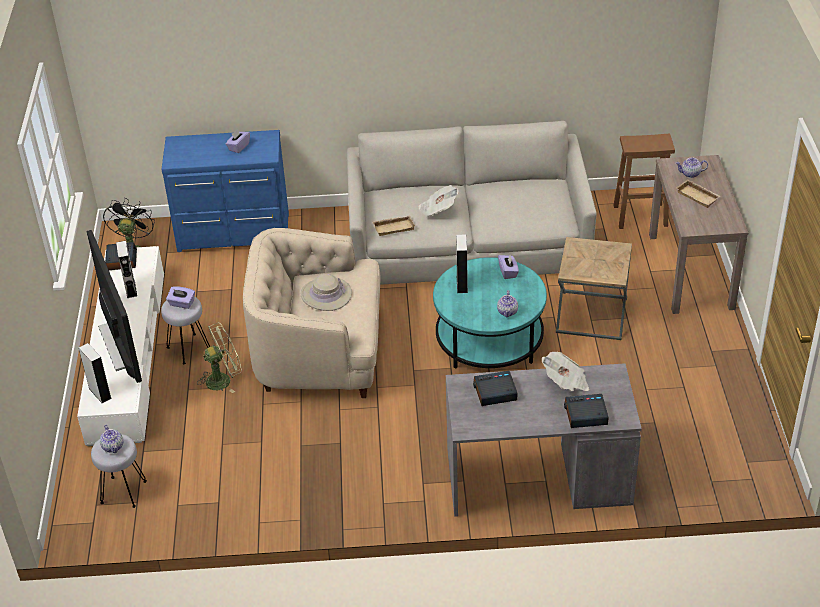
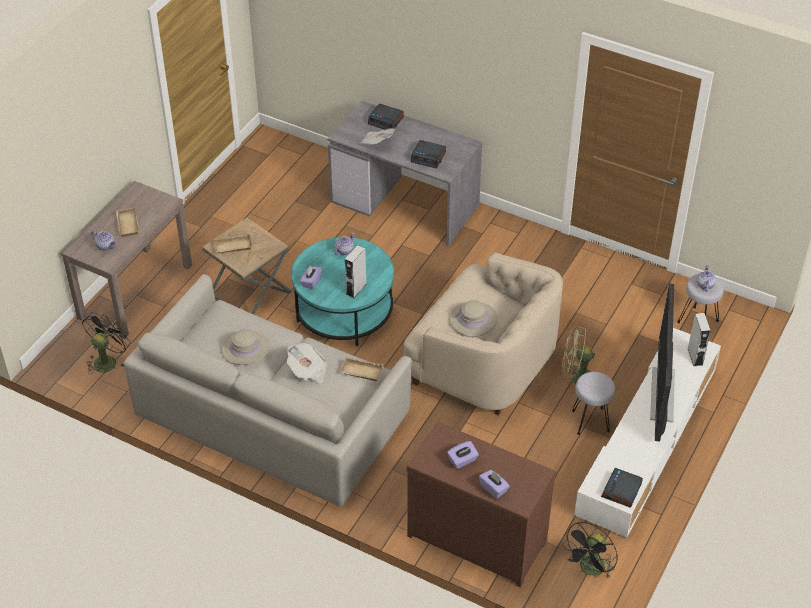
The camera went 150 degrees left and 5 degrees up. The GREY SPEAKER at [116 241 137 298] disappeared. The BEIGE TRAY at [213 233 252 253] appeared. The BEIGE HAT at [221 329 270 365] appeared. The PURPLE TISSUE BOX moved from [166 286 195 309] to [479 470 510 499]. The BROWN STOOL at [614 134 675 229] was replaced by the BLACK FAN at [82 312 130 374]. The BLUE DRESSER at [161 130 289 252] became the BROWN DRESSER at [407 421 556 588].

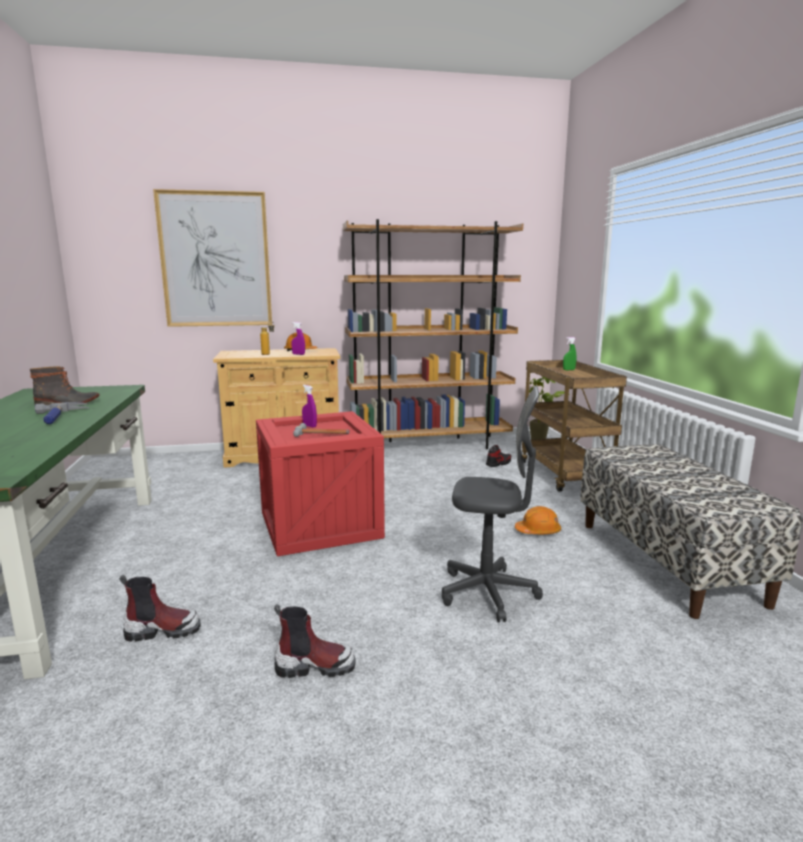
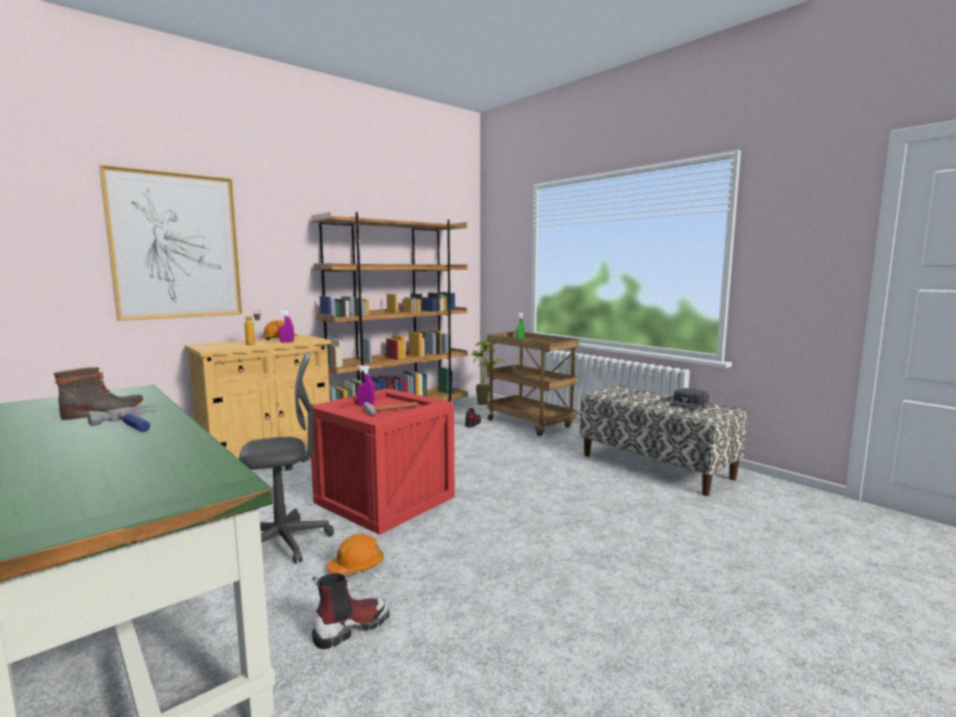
The camera went 30 degrees left and 5 degrees down. The BOOT at [274 604 356 678] disappeared. The BLACK CAP at [670 388 709 409] appeared. The GREY OFFICE CHAIR moved from [442 386 543 622] to [239 351 334 564]. The ORANGE HARD HAT moved from [515 506 561 534] to [327 534 384 575].

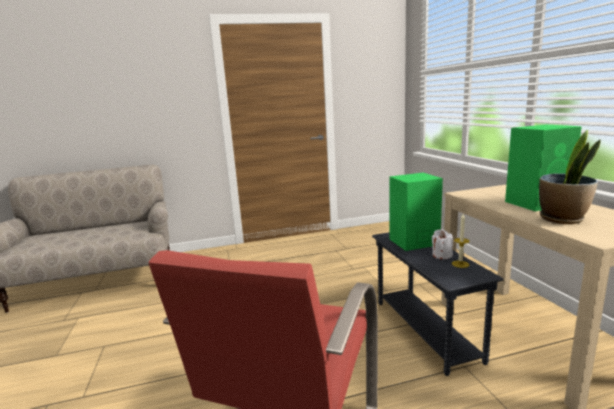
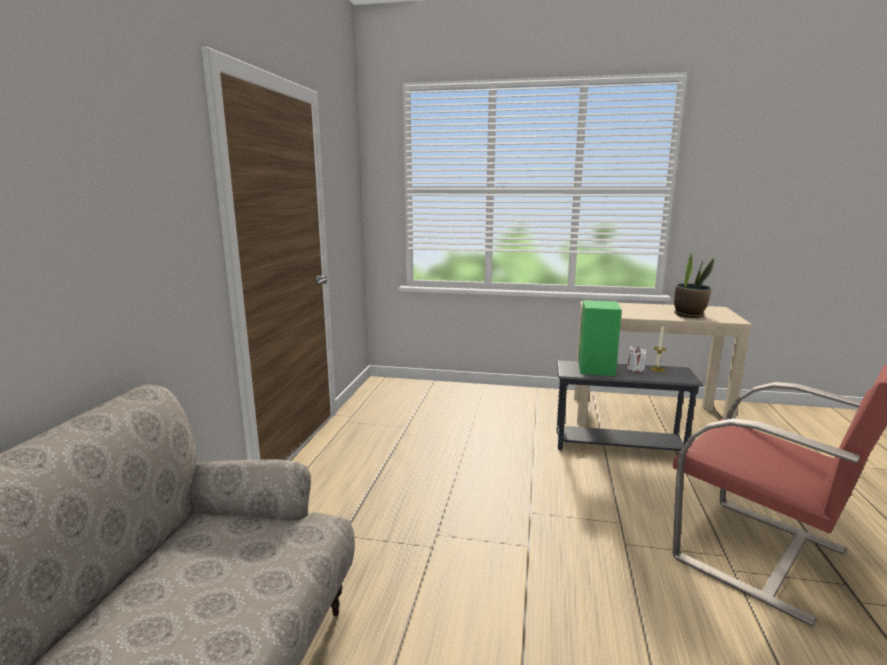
The camera went 65 degrees left and 0 degrees up. The GREEN SPEAKER at [505 124 582 211] disappeared.

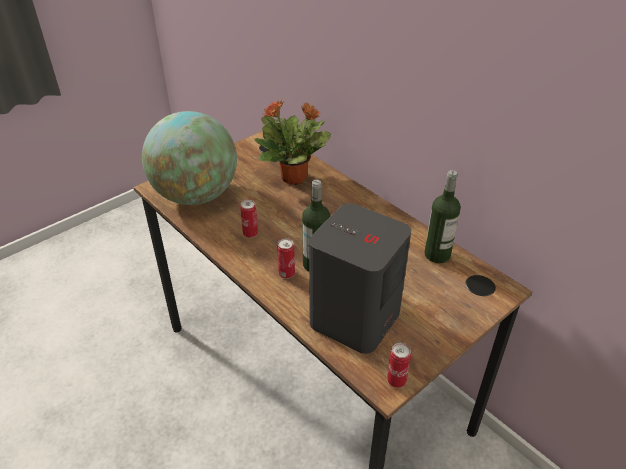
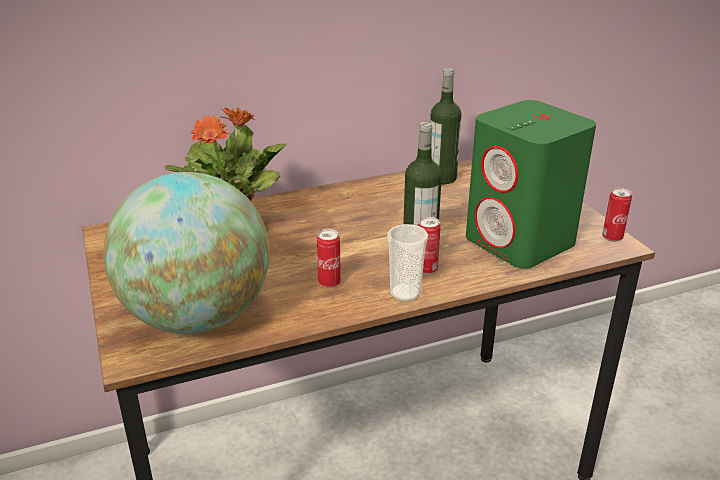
The camera went 70 degrees left and 10 degrees down. The CUP at [387 224 428 302] appeared. The GREY SPEAKER at [309 204 411 354] became the GREEN SPEAKER at [466 100 596 269].

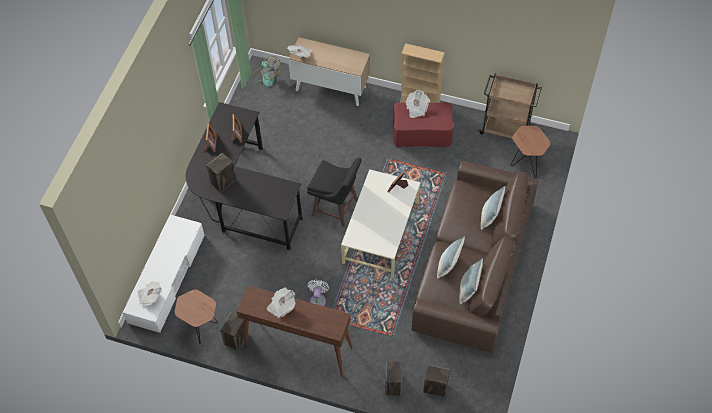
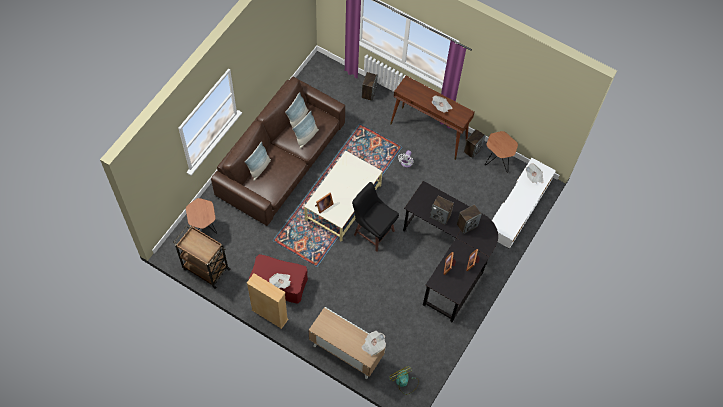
The camera went 170 degrees left and 5 degrees up. The SPEAKER moved from [423 364 450 397] to [430 196 454 225].

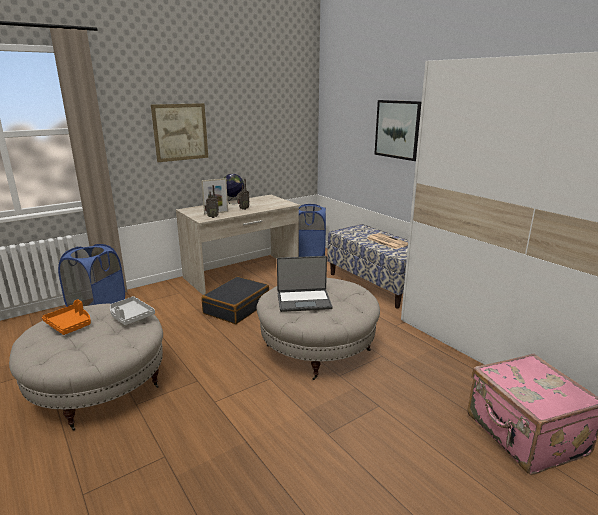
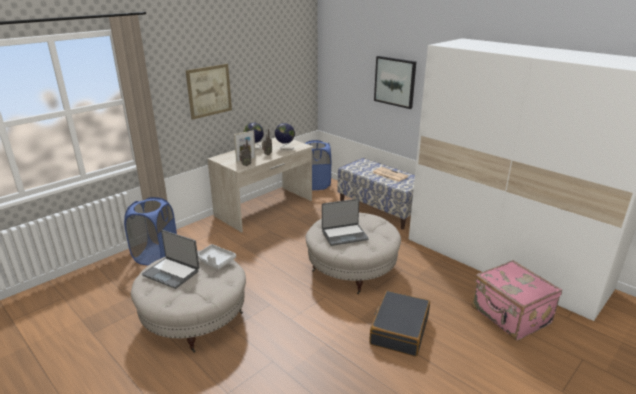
The camera went 10 degrees left and 5 degrees up. The GLOBE at [275 123 295 150] appeared. The BLACK SUITCASE moved from [202 276 269 324] to [369 291 430 357]. The ORANGE TRAY at [42 299 91 335] was replaced by the LAPTOP at [142 230 199 289].

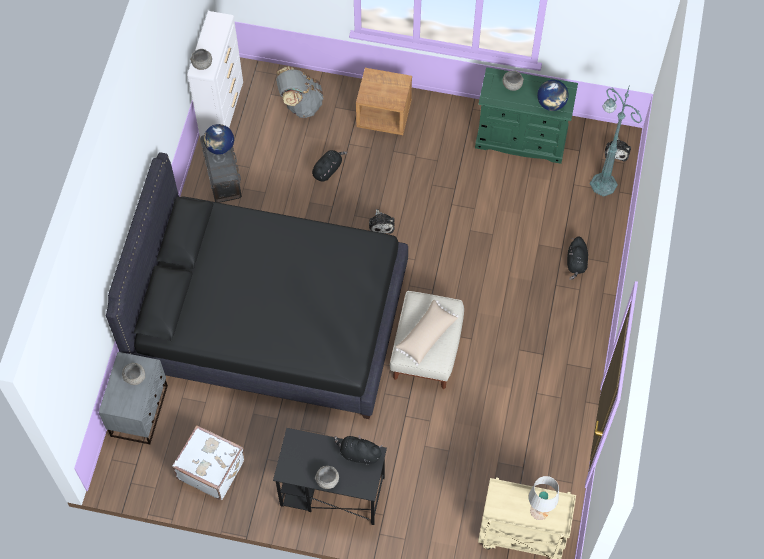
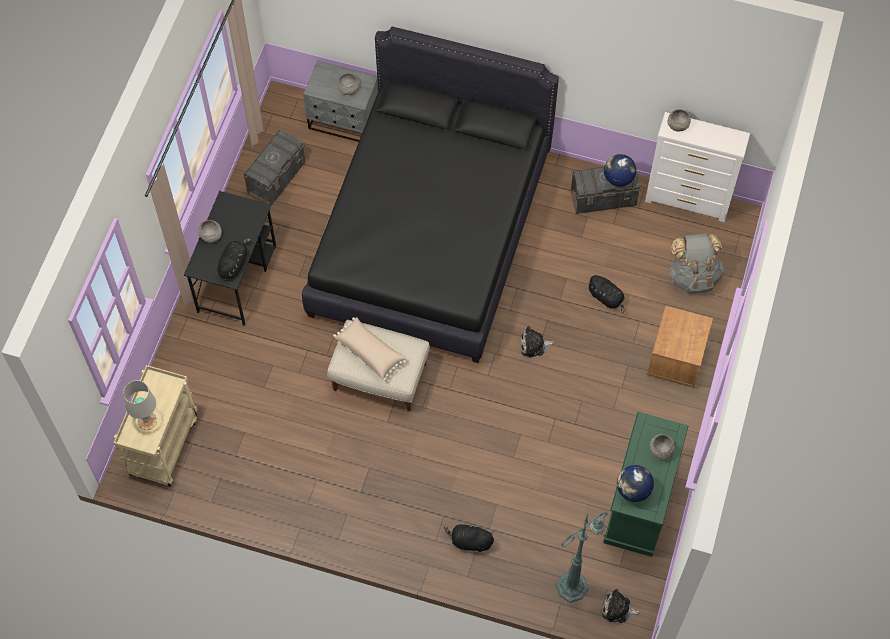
The camera went 95 degrees right and 0 degrees up. The WHITE SUITCASE at [172 425 245 500] was replaced by the GREY STORAGE BOX at [243 130 305 205].

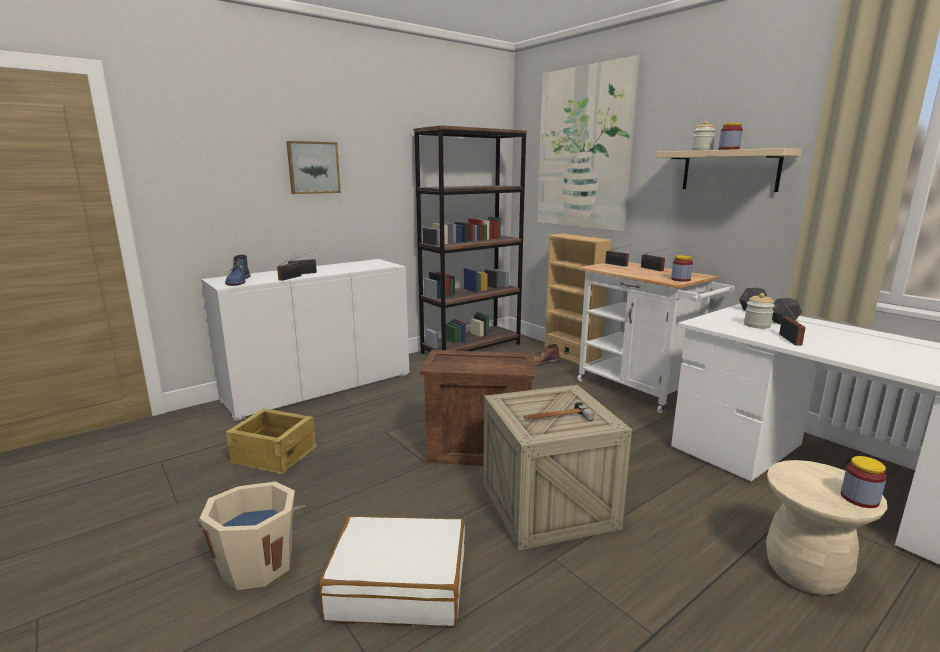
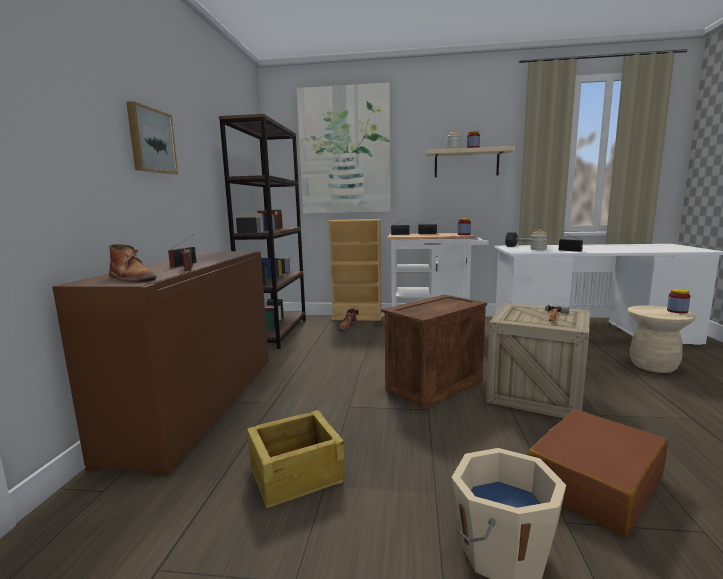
The camera went 45 degrees left and 5 degrees down. The WHITE CABINET at [201 259 409 421] became the BROWN CABINET at [52 251 269 476]. The BLUE BOOT at [225 255 250 286] became the BROWN BOOT at [109 244 157 282]. The WHITE SUITCASE at [319 516 465 626] became the BROWN SUITCASE at [527 409 668 537].

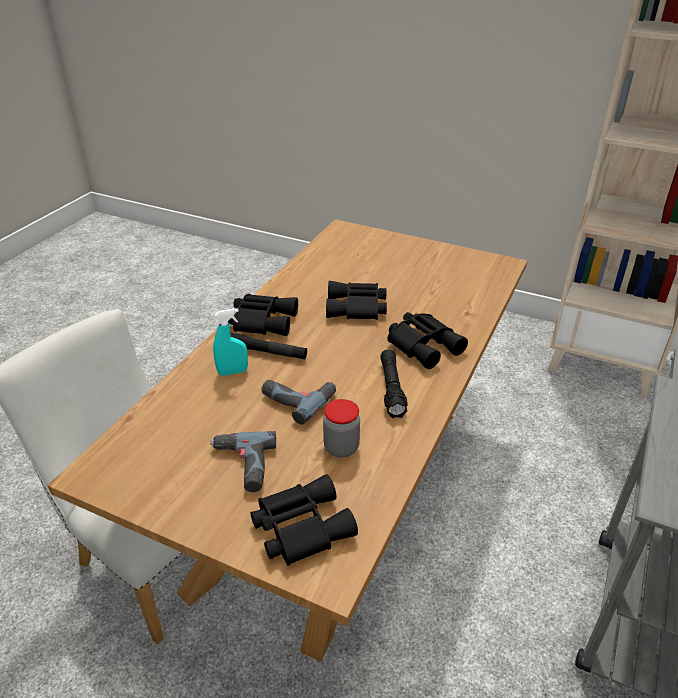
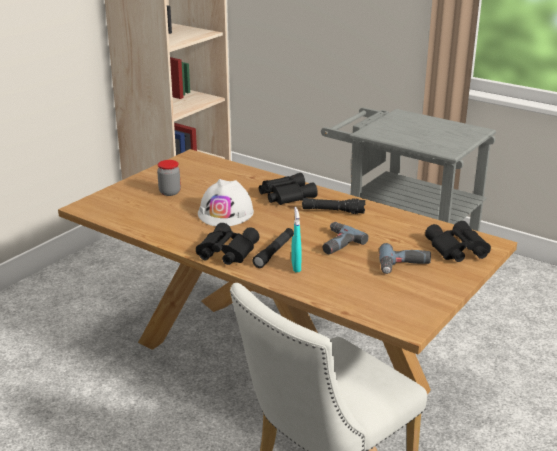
The camera went 80 degrees left and 10 degrees down. The JAR moved from [323 399 360 458] to [157 160 181 196]. The BLACK BINOCULARS at [326 281 387 320] was replaced by the WHITE HARD HAT at [198 179 254 226].

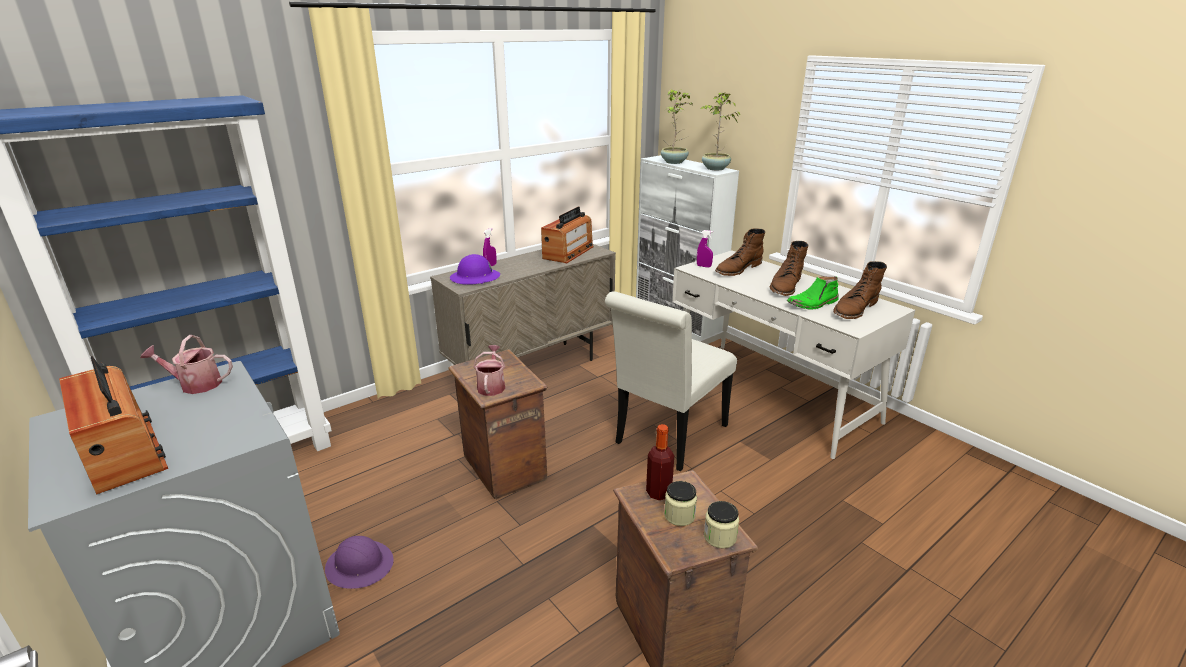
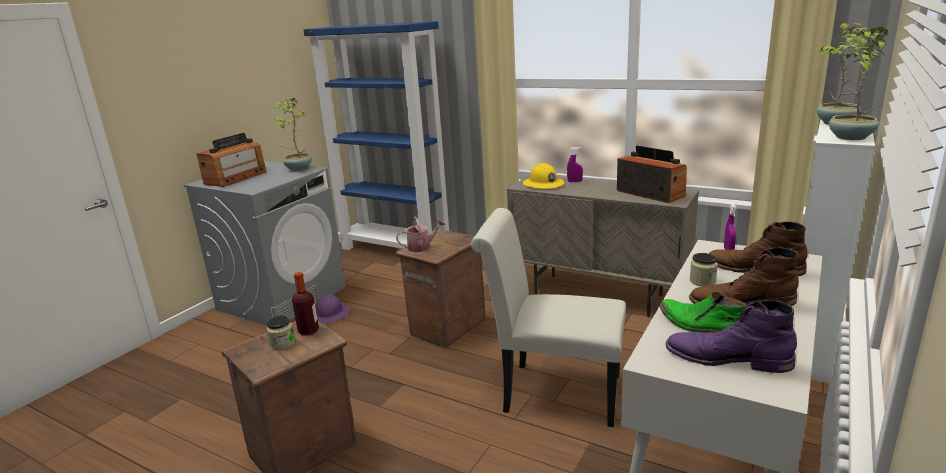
The camera went 70 degrees right and 5 degrees down. The JAR moved from [704 501 739 549] to [690 253 718 286]. The WATERING CAN at [140 335 233 394] was replaced by the POTTED PLANT at [275 98 312 171]. The PURPLE HARD HAT at [450 254 500 285] became the YELLOW HARD HAT at [523 163 564 189]. The BROWN BOOT at [833 261 887 319] became the PURPLE BOOT at [666 300 797 373]. The RADIO at [541 206 594 263] turned 135 degrees counterclockwise.

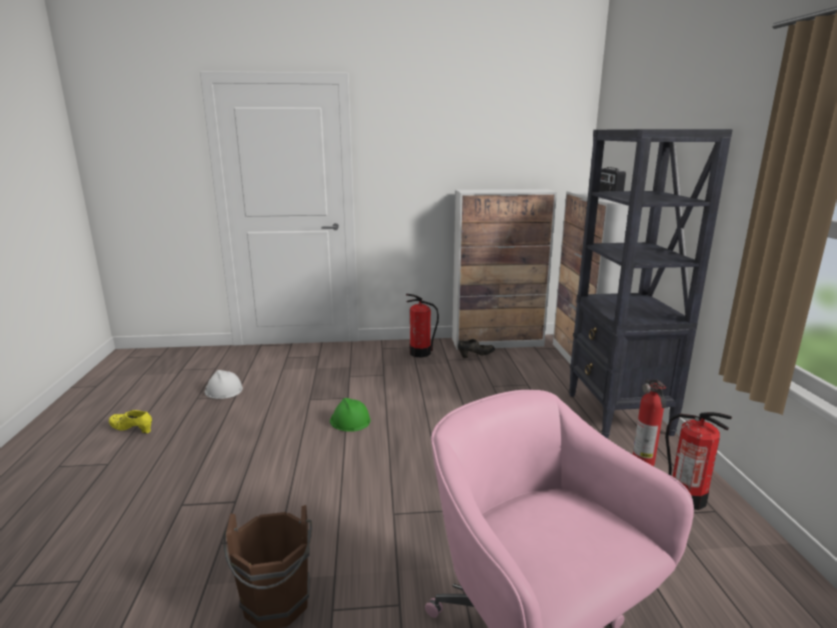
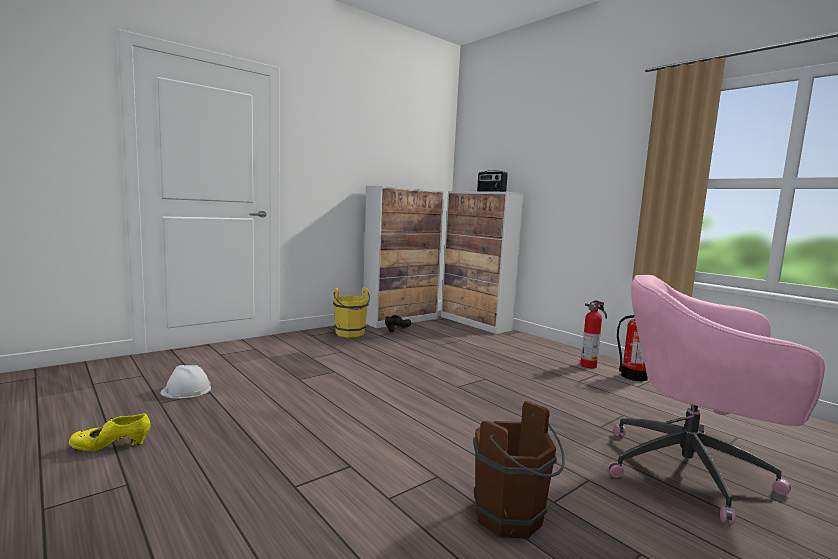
The camera went 35 degrees left and 10 degrees down. The GREEN HARD HAT at [330 398 370 432] disappeared. The BLACK BOOKCASE at [569 129 733 439] disappeared. The FIRE EXTINGUISHER at [406 294 439 358] was replaced by the YELLOW BUCKET at [333 287 370 338].

